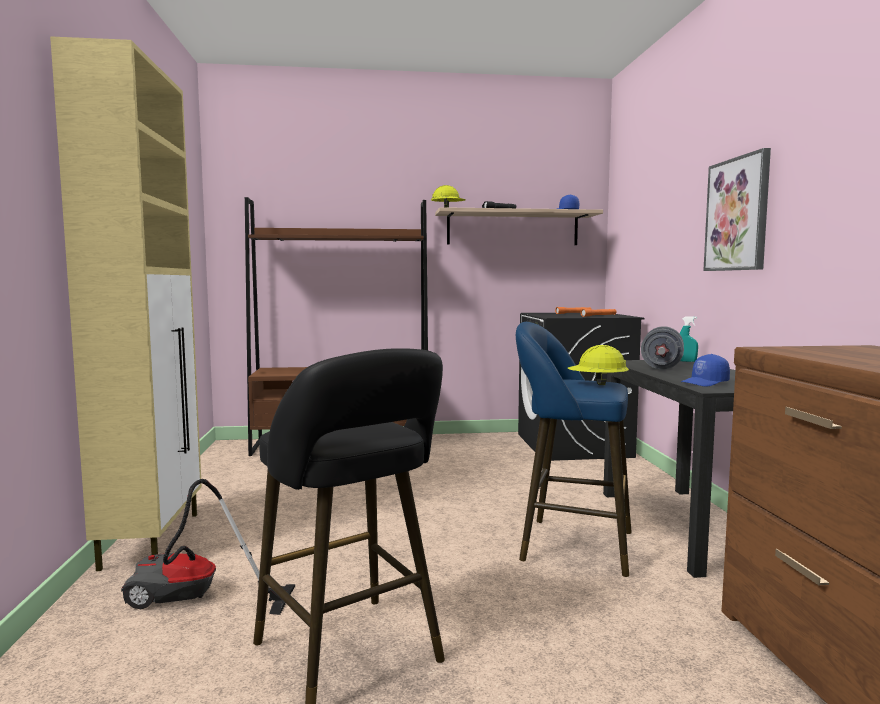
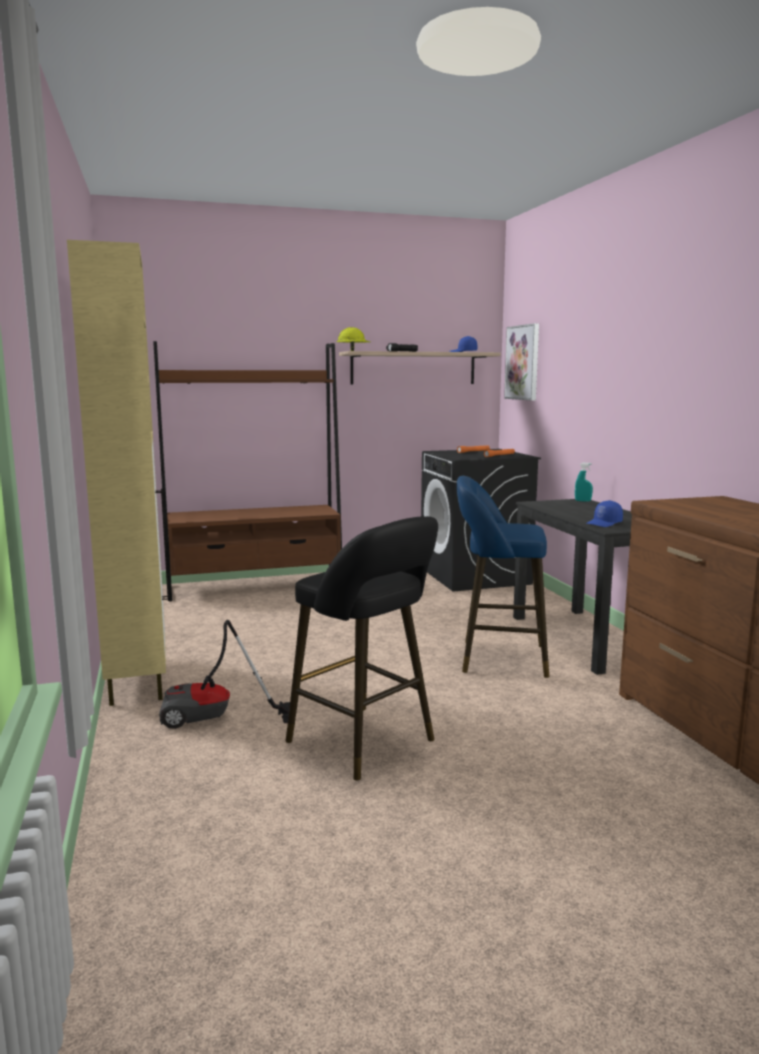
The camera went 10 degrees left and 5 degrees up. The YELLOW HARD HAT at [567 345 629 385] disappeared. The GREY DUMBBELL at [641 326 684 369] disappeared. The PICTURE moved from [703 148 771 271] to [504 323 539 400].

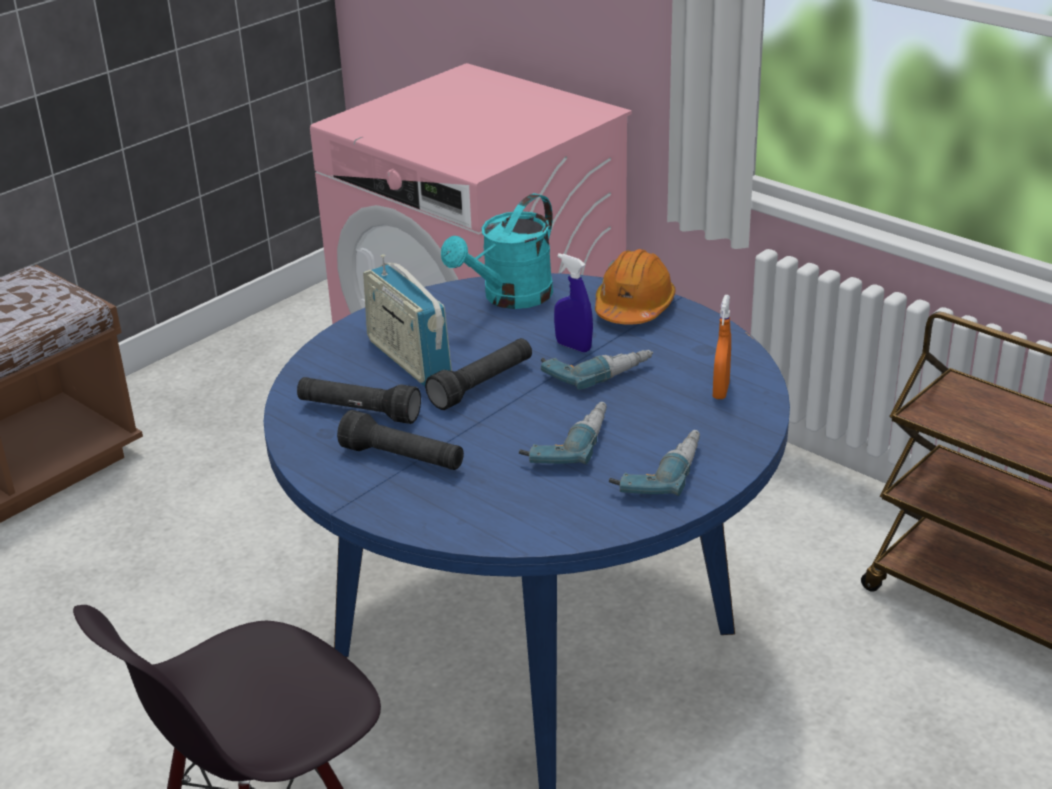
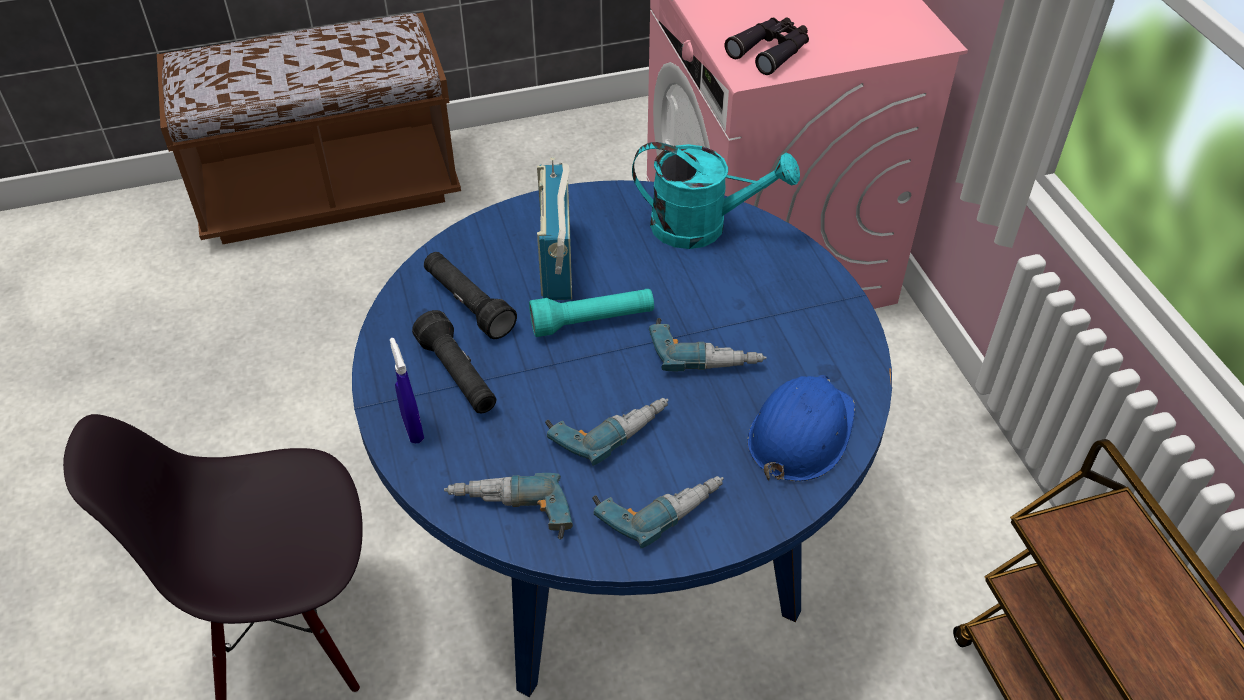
The camera went 30 degrees right and 15 degrees up. The ORANGE HARD HAT at [595 249 676 325] disappeared. The POWER DRILL at [444 473 573 539] appeared. The BLACK BINOCULARS at [724 18 809 75] appeared. The BLUE SPRAY BOTTLE moved from [554 253 593 352] to [390 338 424 443]. The ORANGE SPRAY BOTTLE at [713 295 731 399] was replaced by the BLUE HARD HAT at [747 375 855 481]. The BLACK FLASHLIGHT at [425 338 532 410] became the TURQUOISE FLASHLIGHT at [529 289 654 337]. The TURQUOISE WATERING CAN at [441 193 553 309] turned 150 degrees counterclockwise.

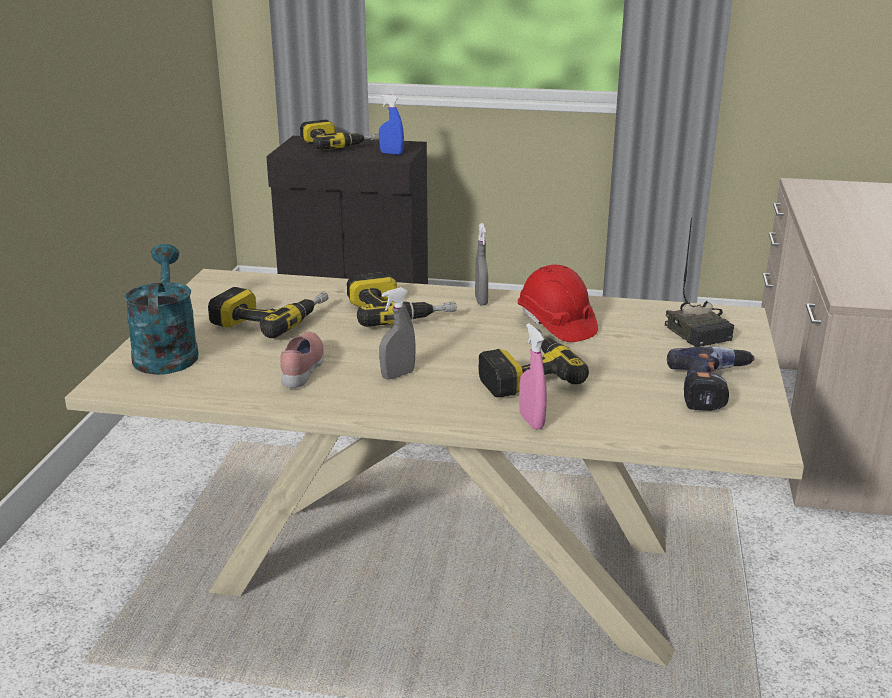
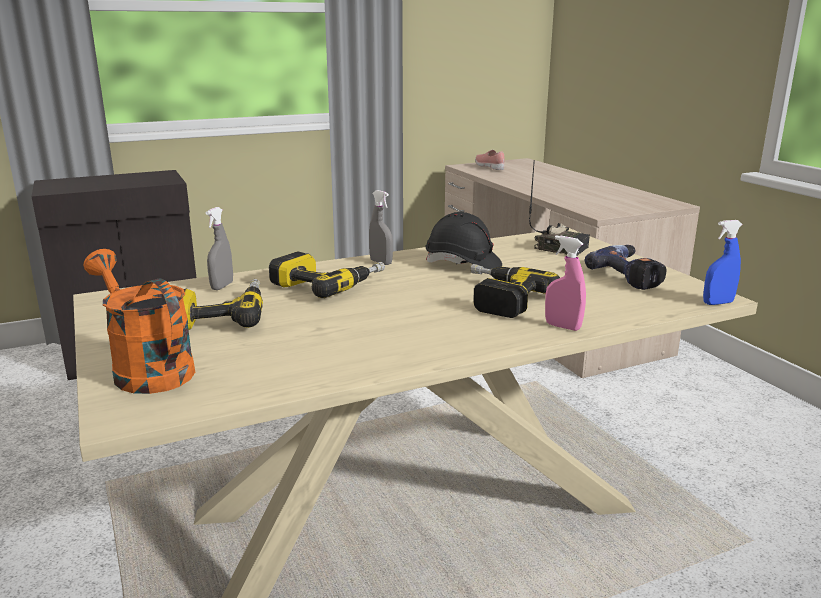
The camera went 35 degrees left and 5 degrees down. The POWER DRILL at [300 120 379 150] disappeared. The PINK SHOE moved from [280 332 324 388] to [475 150 505 170]. The BLUE SPRAY BOTTLE moved from [379 94 404 155] to [703 220 743 305]. The GREY SPRAY BOTTLE moved from [379 287 416 379] to [206 207 233 290]. The TURQUOISE WATERING CAN at [124 244 199 375] became the ORANGE WATERING CAN at [83 249 195 394]. The RED HARD HAT at [518 264 598 342] became the BLACK HARD HAT at [426 212 502 269].

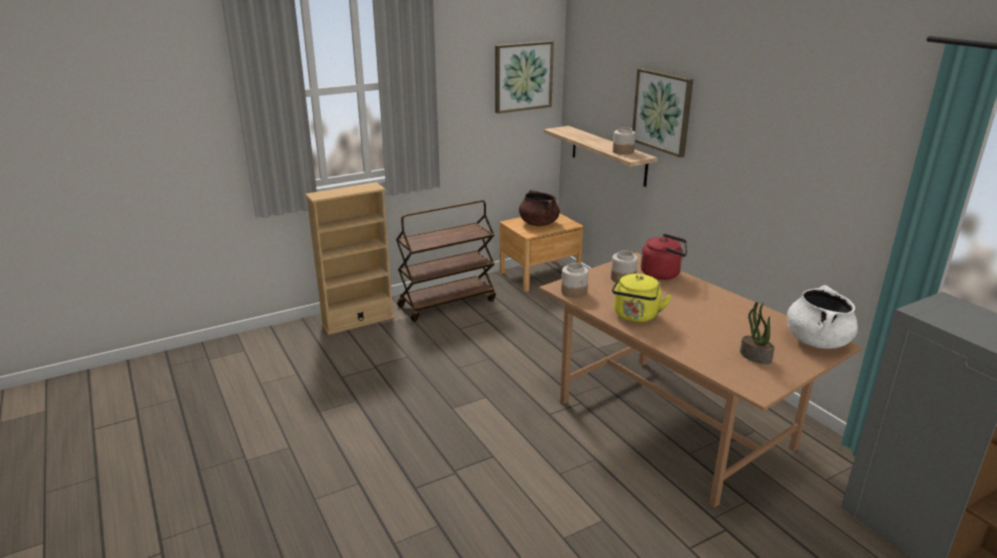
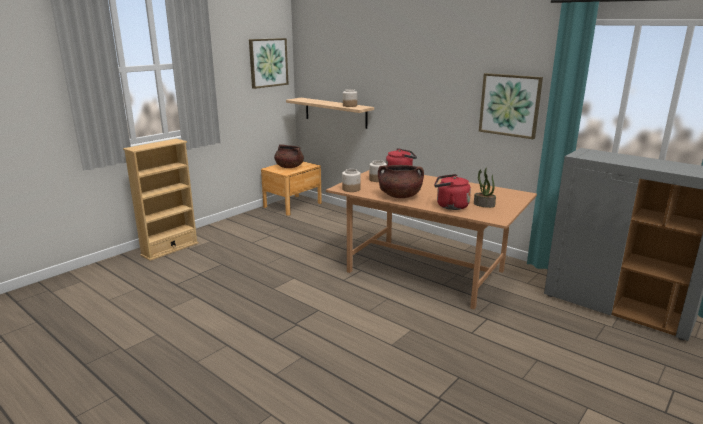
The camera went 20 degrees left and 5 degrees down. The BROWN CART at [396 200 496 321] disappeared. The WHITE COOKING POT at [787 285 858 349] disappeared. The RED KETTLE at [434 174 471 210] appeared. The PICTURE moved from [632 68 693 158] to [479 73 543 139]. The YELLOW KETTLE at [612 274 672 323] was replaced by the BROWN COOKING POT at [378 165 424 198].

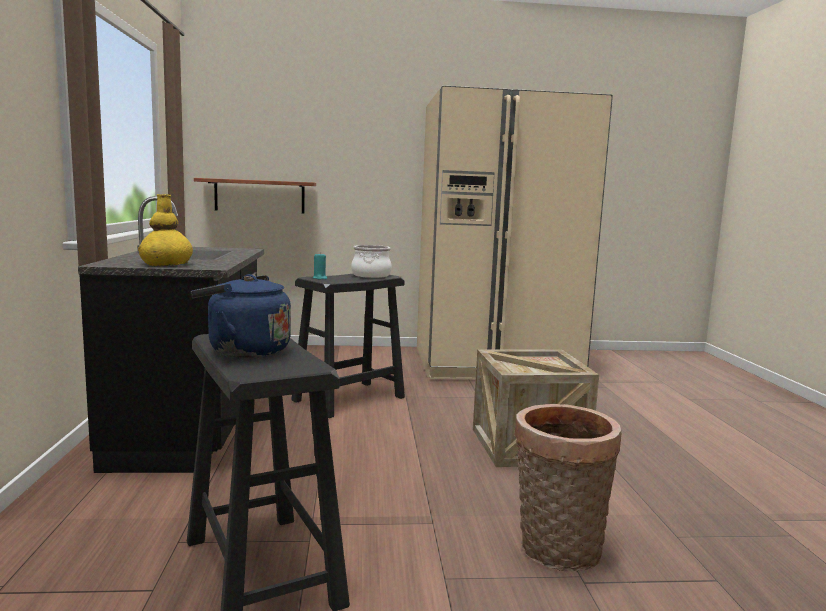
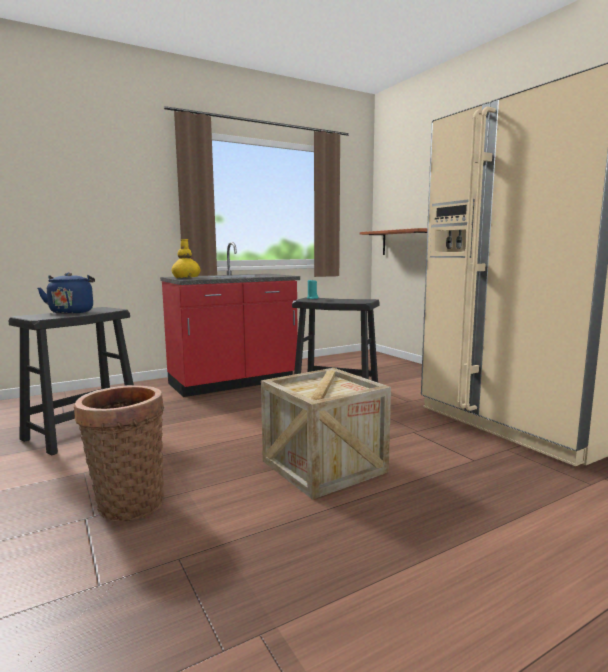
The camera went 65 degrees right and 0 degrees up. The COOKING POT at [351 245 392 278] disappeared. The BLACK COUNTER at [78 196 264 473] became the RED COUNTER at [160 242 300 397].

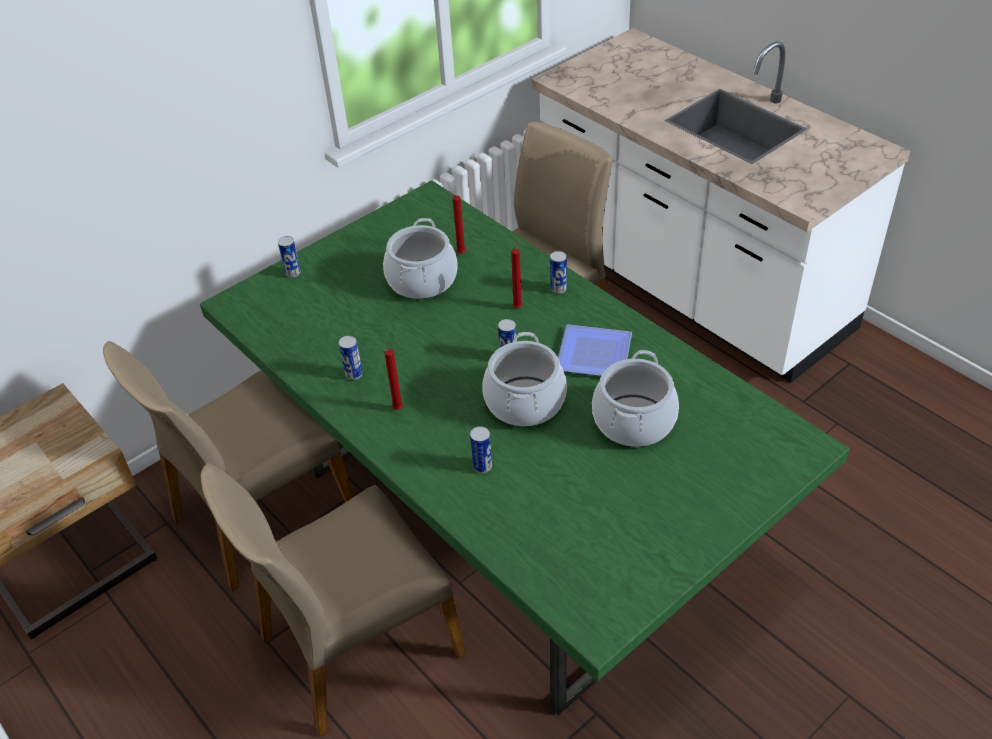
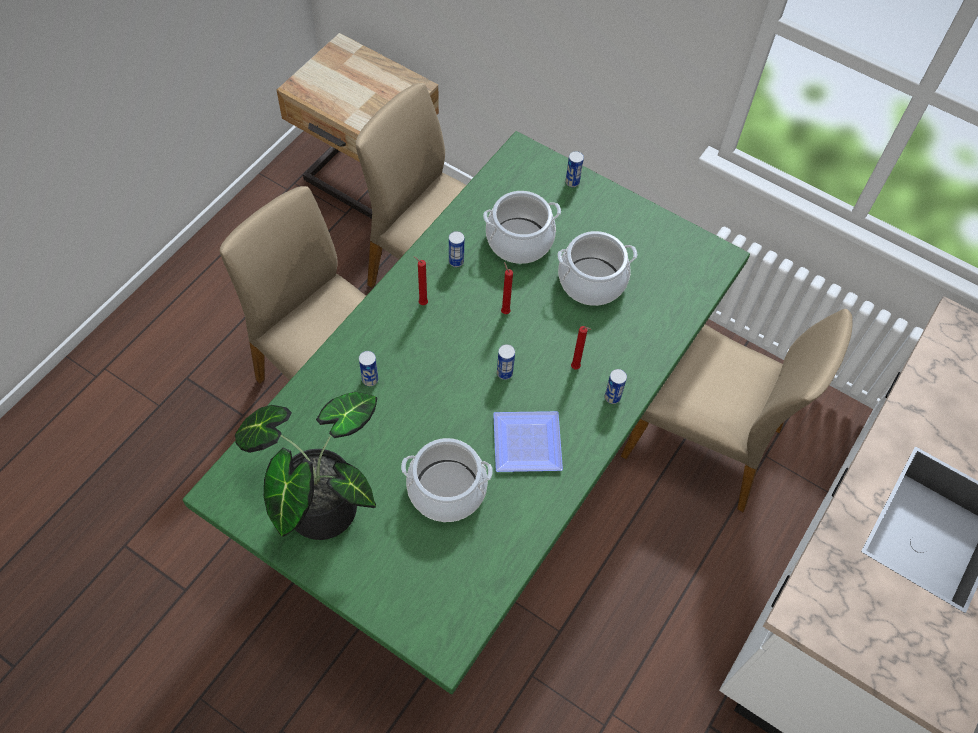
The camera went 70 degrees right and 15 degrees up. The POTTED PLANT at [235 392 377 540] appeared. The RED CANDLE moved from [448 193 466 254] to [501 262 513 314]. The COOKING POT moved from [482 332 567 426] to [483 191 561 264].

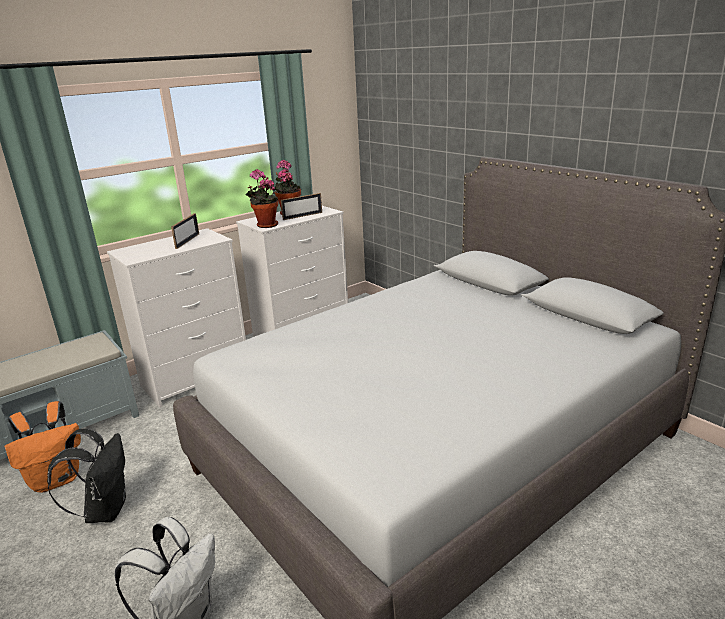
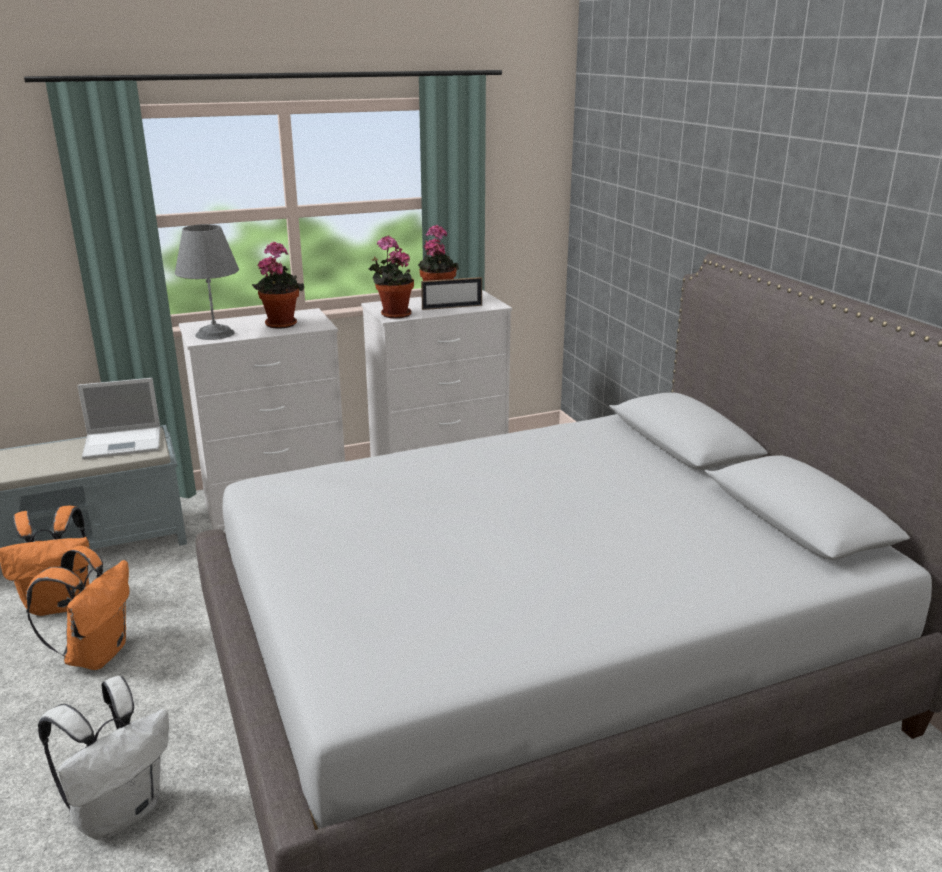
The camera went 15 degrees right and 0 degrees up. The LAPTOP at [77 378 160 459] appeared. The GREY TABLE LAMP at [175 224 239 340] appeared. The PICTURE FRAME at [171 213 199 249] was replaced by the POTTED PLANT at [252 242 304 328]. The BLACK BACKPACK at [47 429 126 523] became the ORANGE BACKPACK at [26 546 129 670].

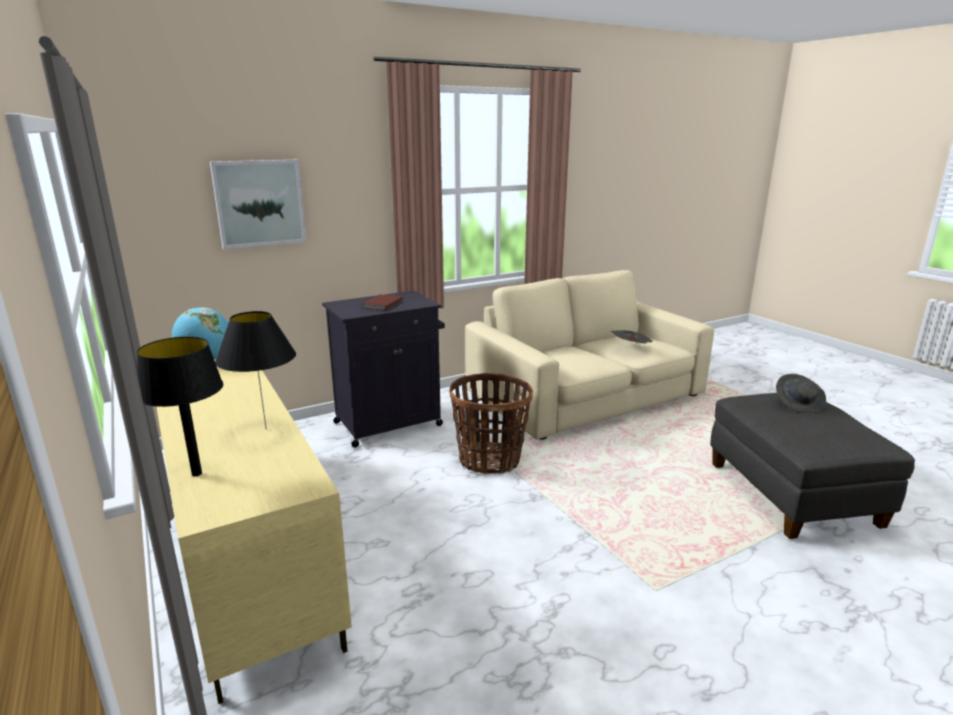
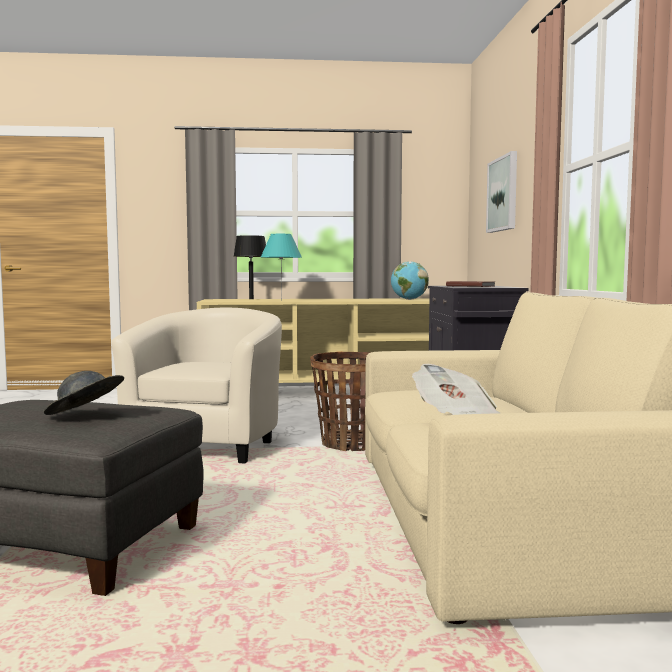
The camera went 115 degrees right and 15 degrees down. The BEIGE ARMCHAIR at [111 308 282 463] appeared. The BLACK TABLE LAMP at [215 311 296 429] became the TURQUOISE TABLE LAMP at [261 234 302 301].

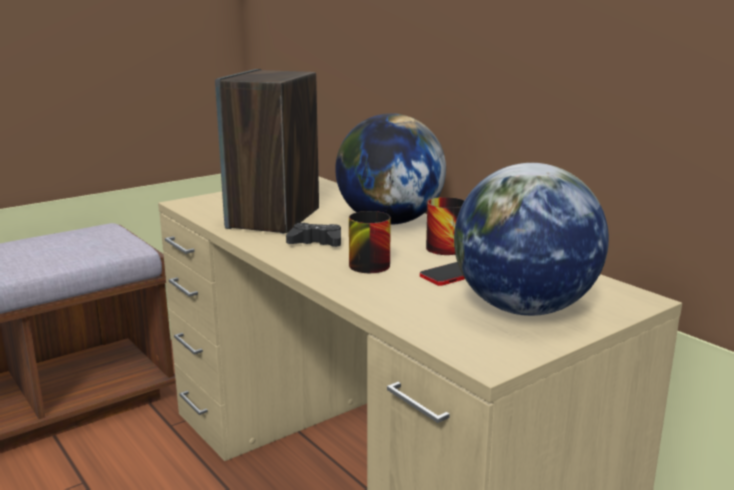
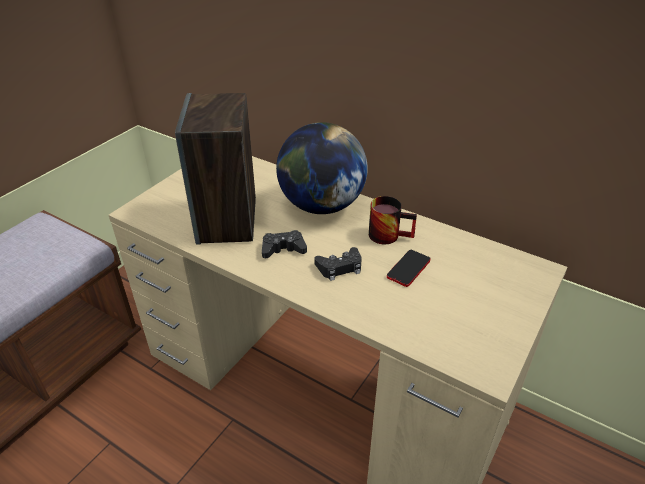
The camera went 20 degrees left and 20 degrees up. The GLOBE at [454 163 609 316] disappeared. The MUG at [349 211 391 273] was replaced by the BLACK GAME CONTROLLER at [314 247 362 281].

